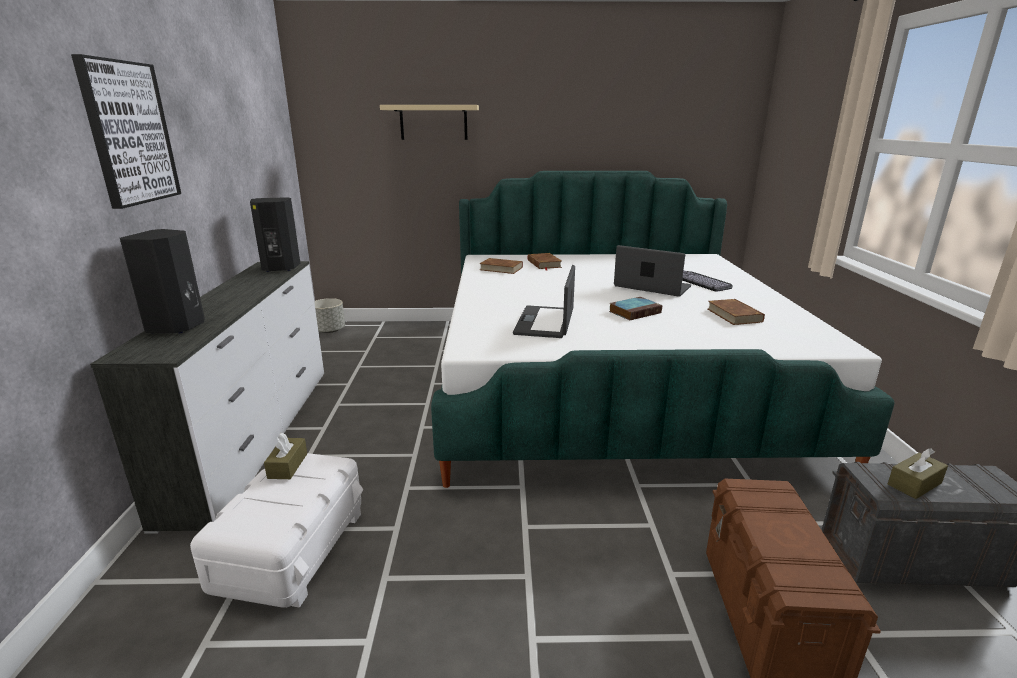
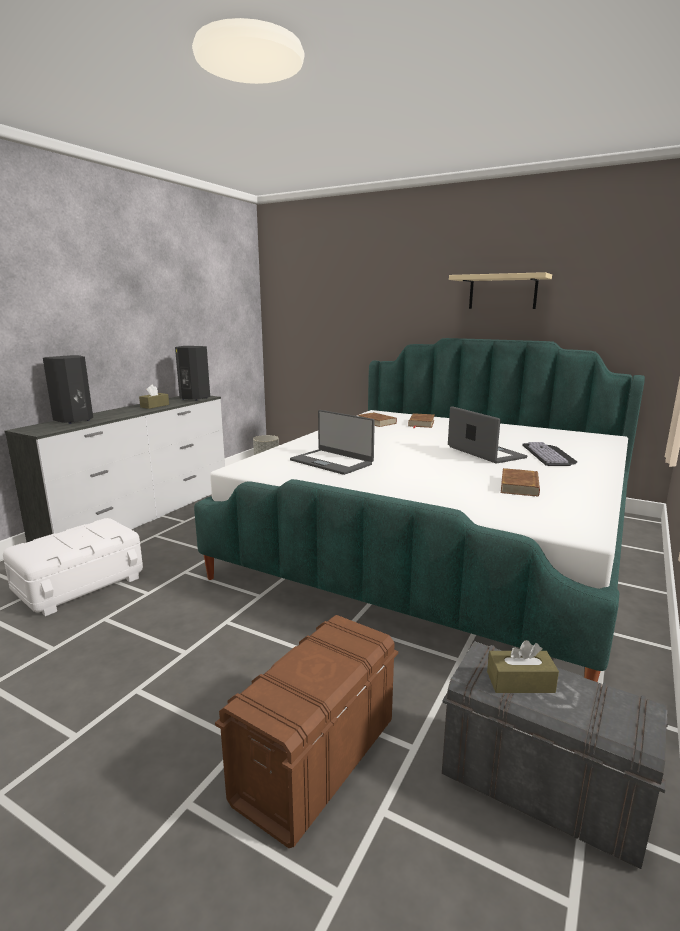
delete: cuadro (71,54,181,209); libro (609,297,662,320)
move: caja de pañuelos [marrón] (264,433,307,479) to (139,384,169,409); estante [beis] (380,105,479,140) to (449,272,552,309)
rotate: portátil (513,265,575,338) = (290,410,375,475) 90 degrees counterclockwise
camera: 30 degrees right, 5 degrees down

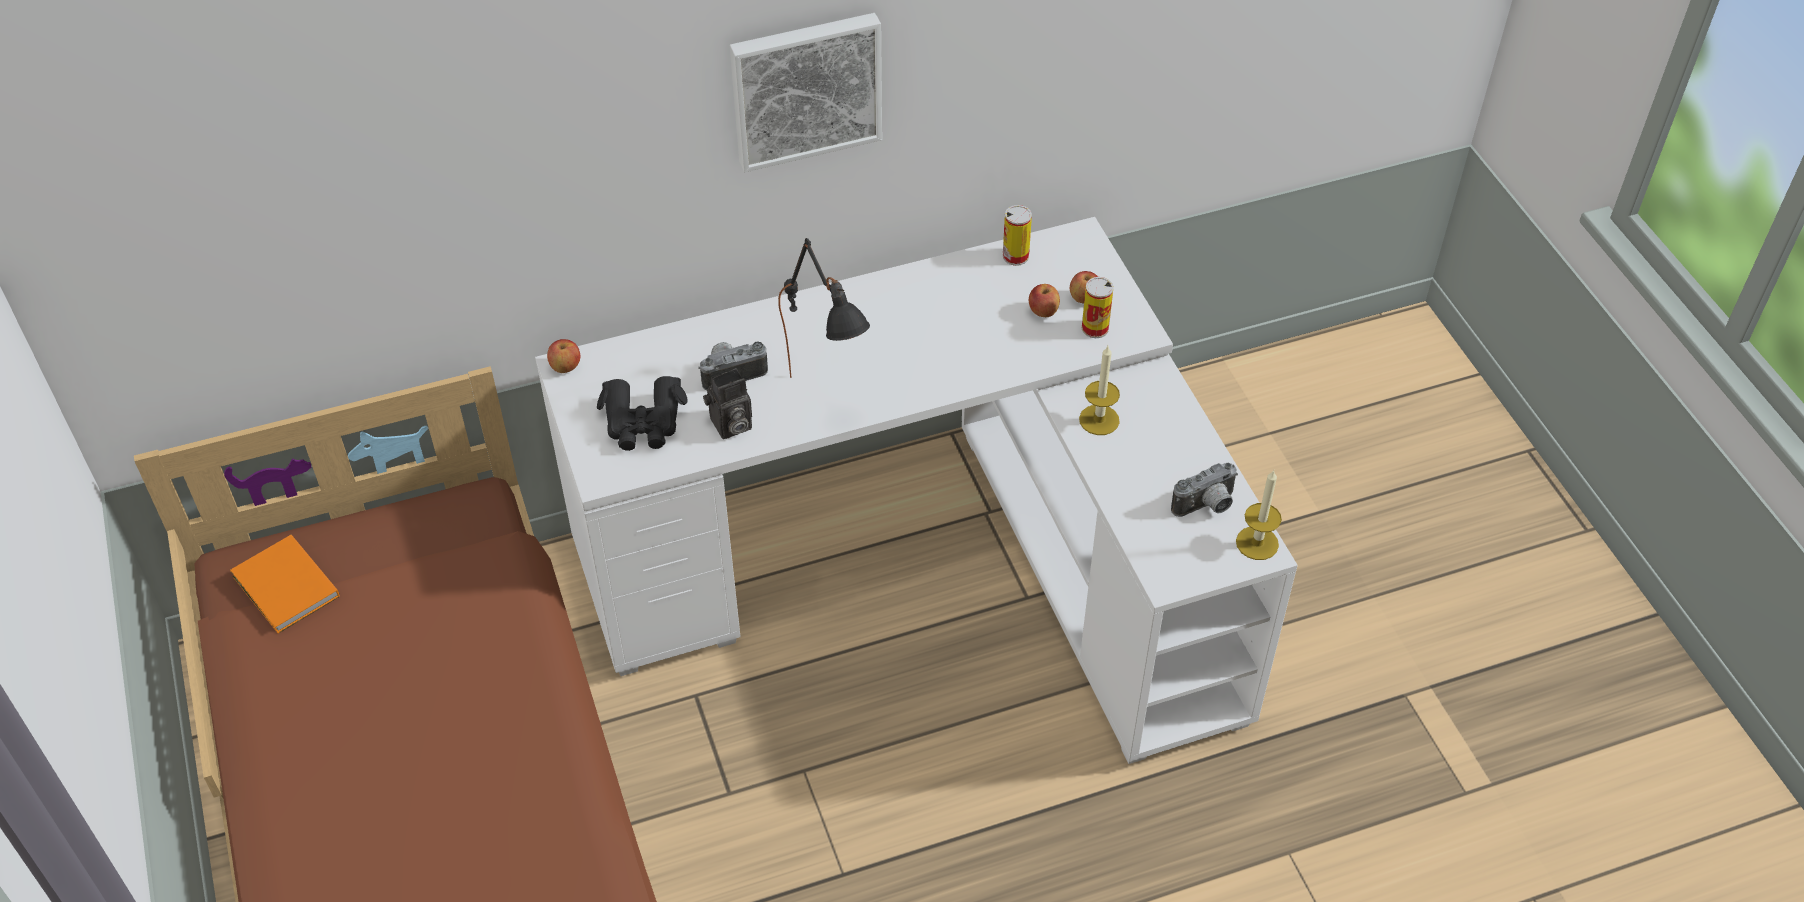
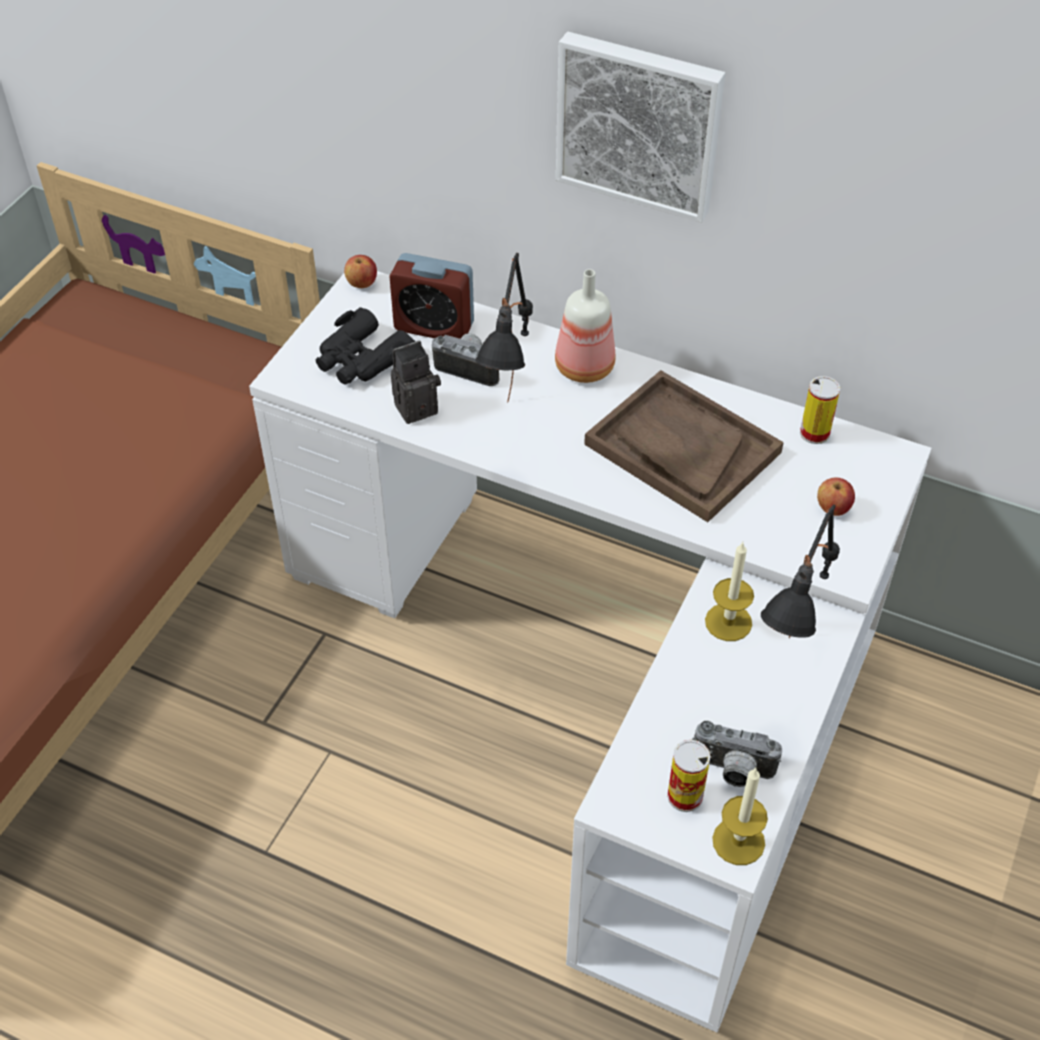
delete: libro [naranja] (230,535,340,634); manzana (1029,284,1060,317)
insert: despertador (390,253,474,339); botella (555,269,615,383); bandeja [marrón] (584,370,784,522); lámpara de mesa [negro] (761,504,840,638)
move: lata (1082,277,1114,338) to (667,740,710,812)
rotate: cámara (703,368,752,439) = (391,341,441,424) 135 degrees clockwise
camera: 45 degrees right, 0 degrees up

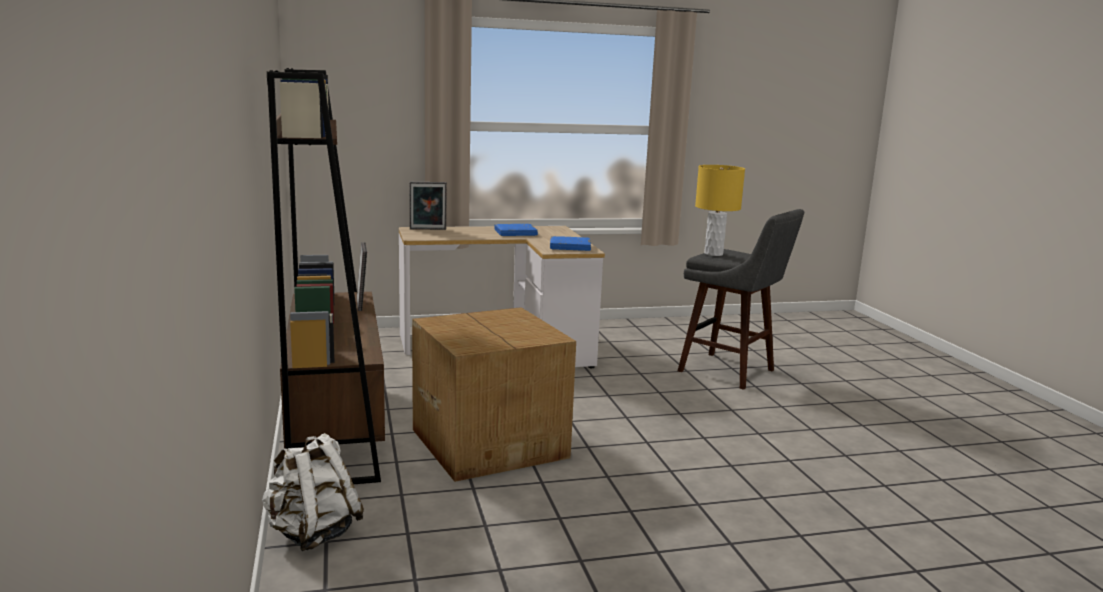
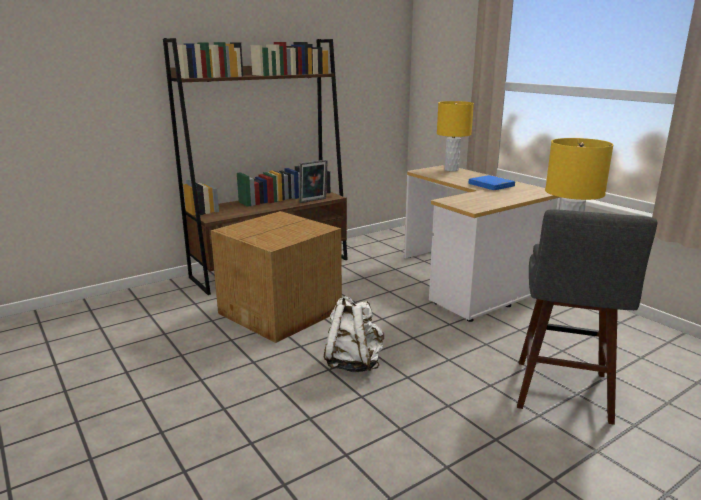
delete: libro [azul] (550,236,591,251)
move: mochila [blanco] (262,433,364,551) to (324,296,384,372)
replace: portarretratos (410,182,447,230) to lámpara de mesa [amarillo] (437,101,474,171)
camera: 70 degrees right, 5 degrees up

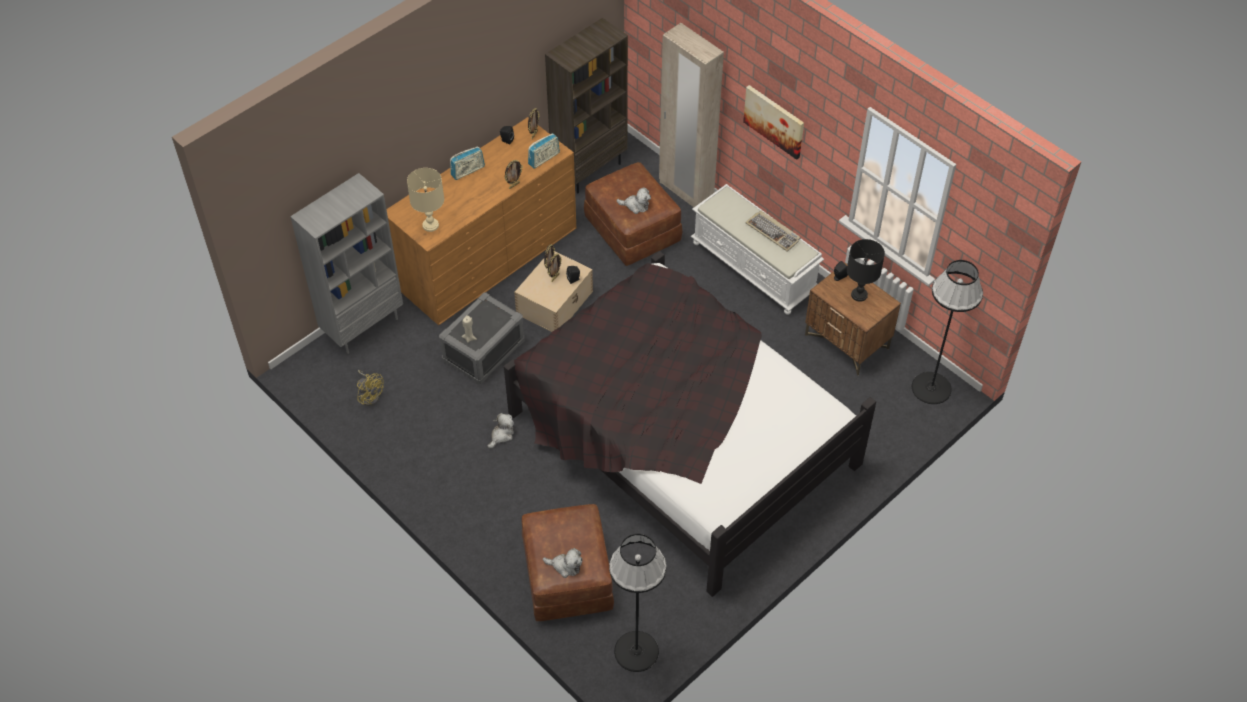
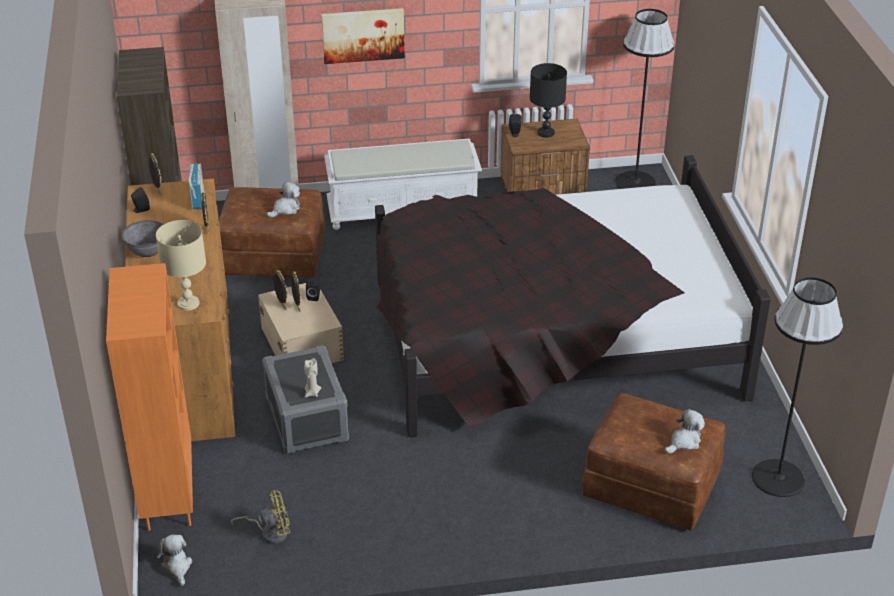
delete: teclado (746,211,800,252)
move: peluche (488,413,514,448) to (157,535,192,586)
replace: radio (450,146,485,180) to cuenco [gris] (121,220,164,257)
recolor: estantería [gris] (290,173,403,354) to estantería [naranja] (106,263,193,531)
camera: 55 degrees left, 15 degrees down

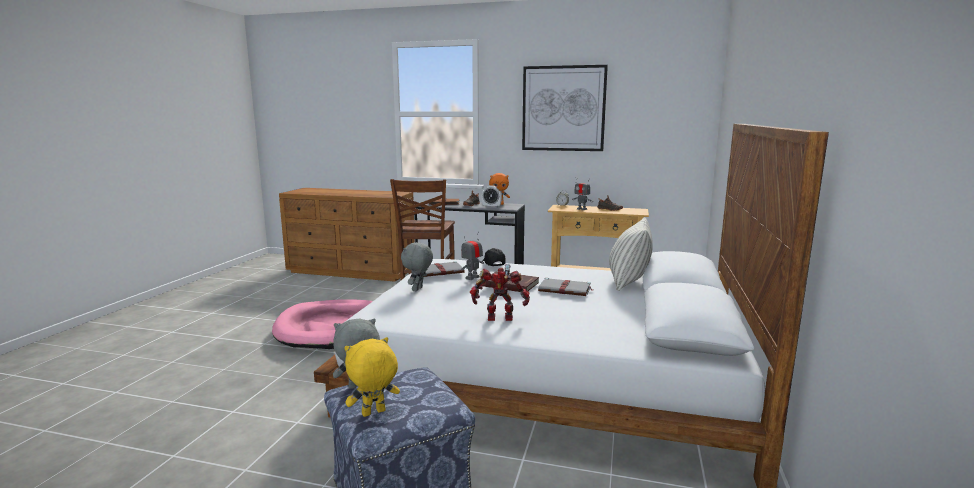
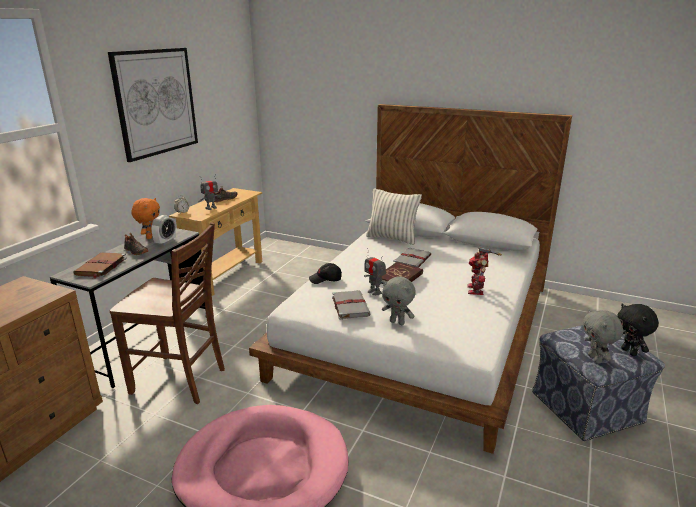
recolor: peluche [amarillo] (344,337,400,417) to peluche [negro] (617,303,659,356)
camera: 80 degrees left, 10 degrees up

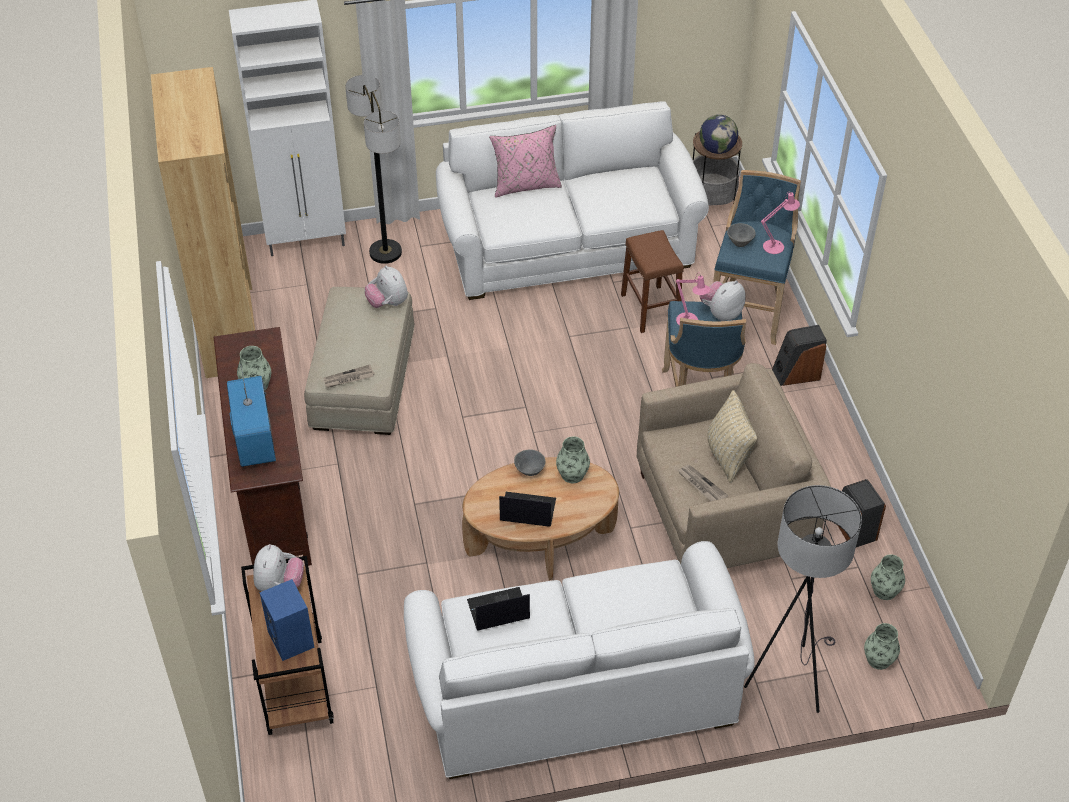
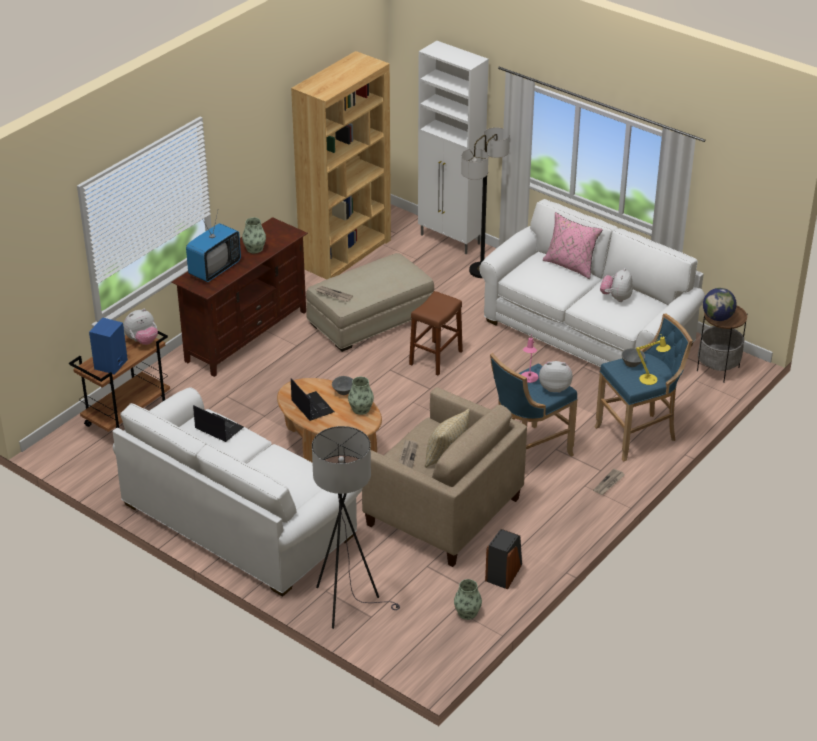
delete: florero (864,623,900,670)
move: taburete [marrón] (621,230,684,333) to (409,291,463,376); peluche (365,266,408,308) to (600,268,633,302)
replace: altavoz (772,325,827,386) to periódico (593,469,624,495)
recolor: lámpara de mesa [rosa] (761,192,800,254) to lámpara de mesa [amarillo] (636,334,670,385)
camera: 50 degrees right, 10 degrees down

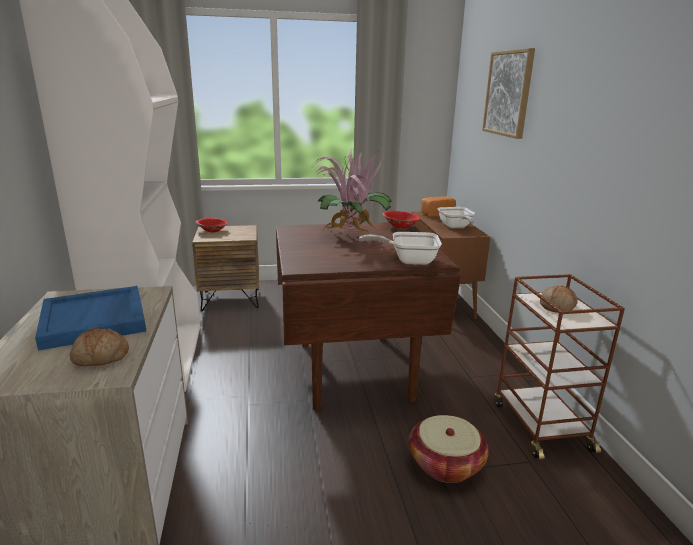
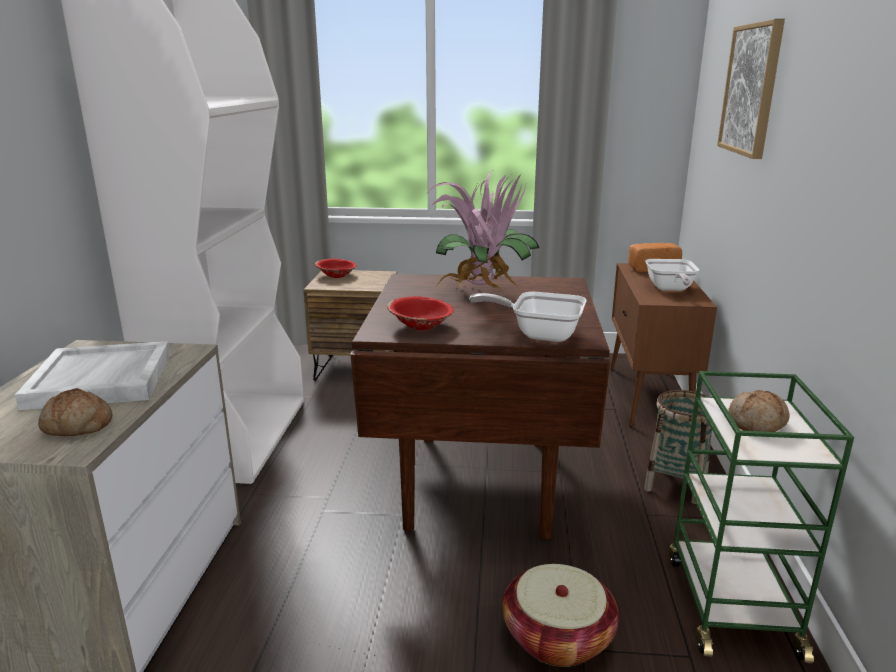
insert: cesta (644,390,712,504)
move: cuenco [rojo] (382,210,421,228) to (387,296,454,330)
recolor: bandeja [azul] (35,286,146,351) to bandeja [blanco] (15,341,170,410); carrito [marrón] (494,274,625,460) to carrito [verde] (669,371,854,663)
camera: 15 degrees right, 0 degrees up

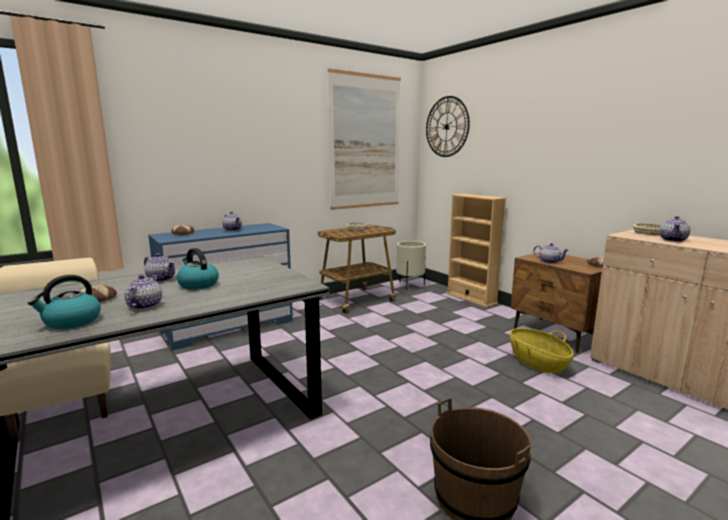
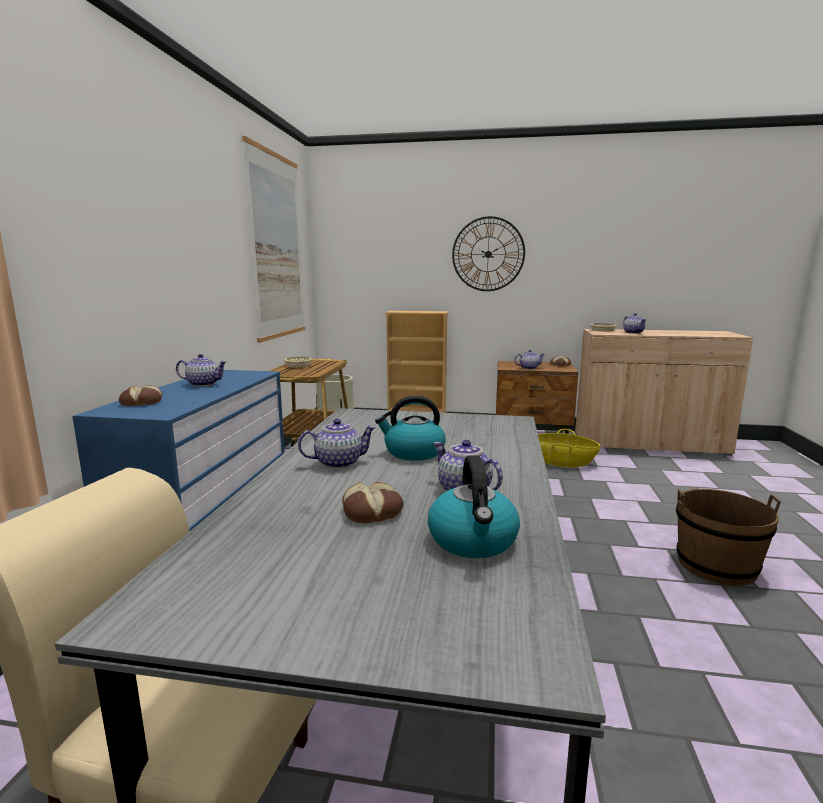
move: reloj de pared (426,96,470,157) to (452,216,525,291)
camera: 45 degrees left, 0 degrees up

